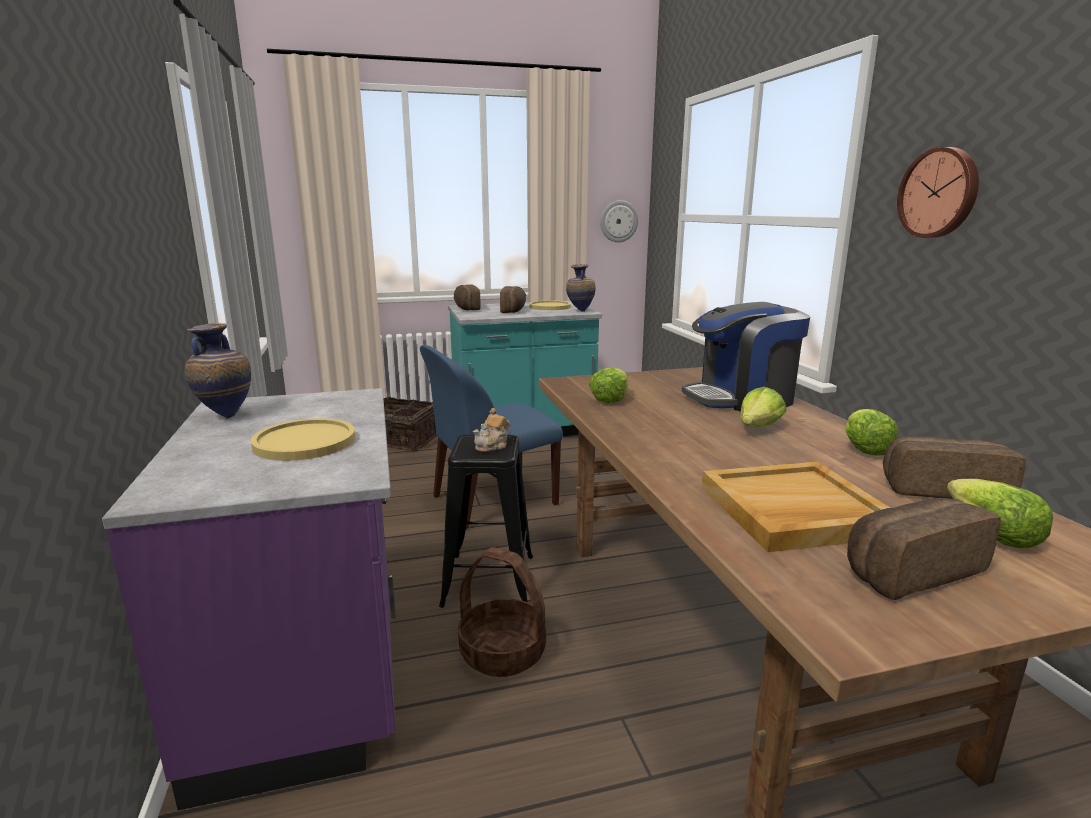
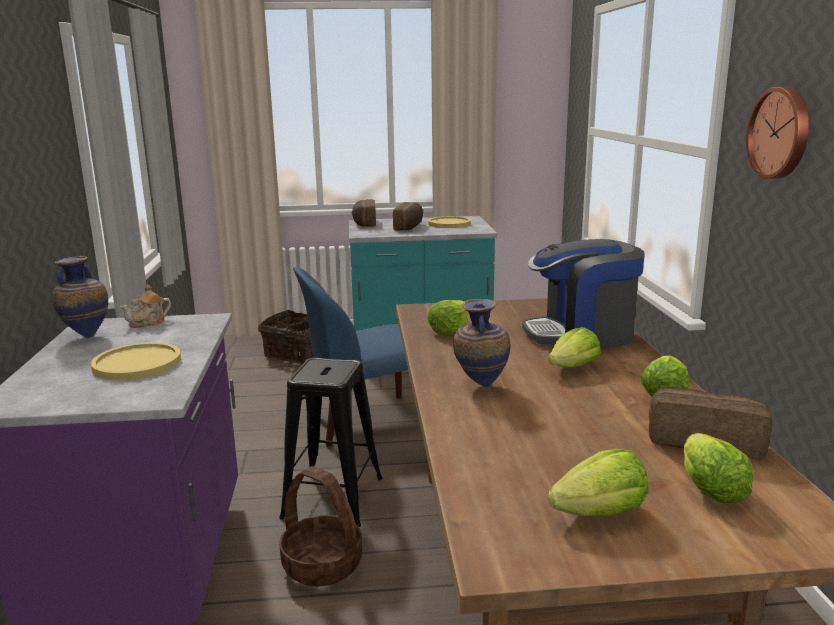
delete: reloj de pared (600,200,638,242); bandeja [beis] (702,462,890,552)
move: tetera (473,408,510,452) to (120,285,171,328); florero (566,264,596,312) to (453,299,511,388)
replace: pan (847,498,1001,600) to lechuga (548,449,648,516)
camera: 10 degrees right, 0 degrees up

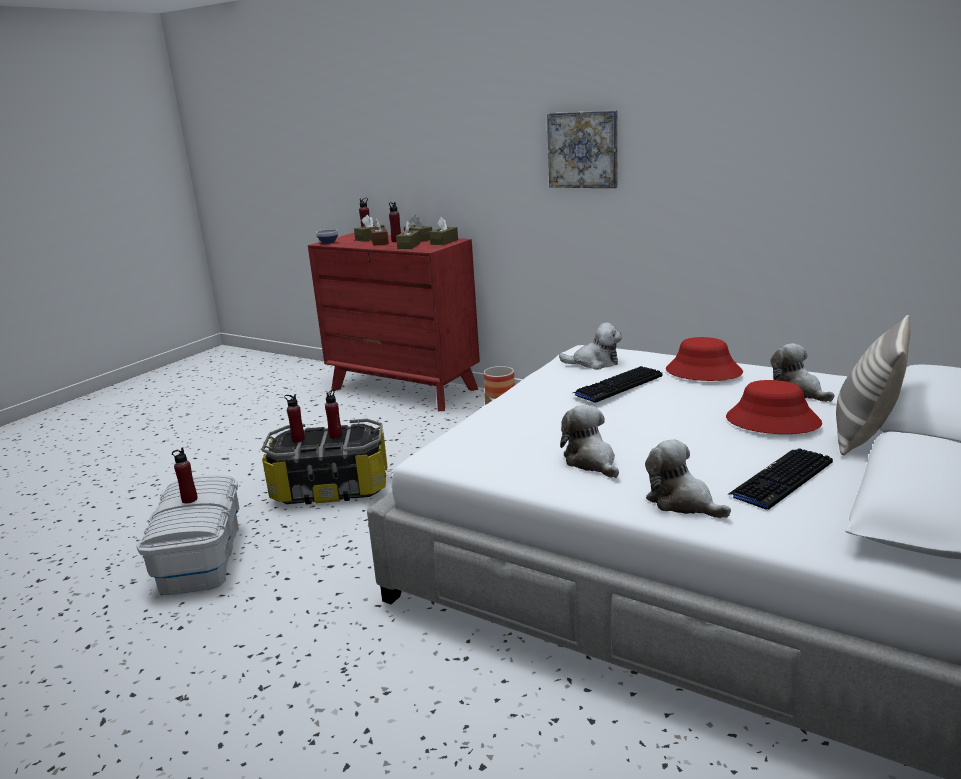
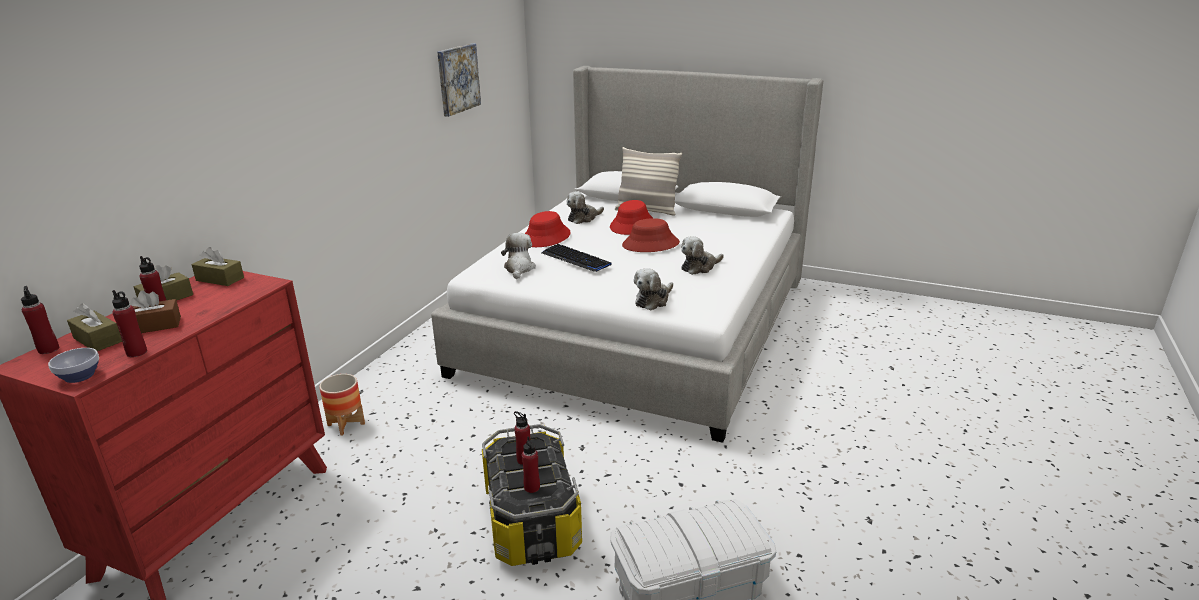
delete: caja de pañuelos [marrón] (396,221,420,249); teclado (728,448,833,510)
insert: sombrero [rojo] (622,218,680,252)
move: botella [rojo] (172,447,198,503) to (112,290,147,357); cuadro (547,110,618,188) to (437,43,481,117); peluche (645,439,731,518) to (634,268,673,310)
camera: 100 degrees left, 5 degrees up

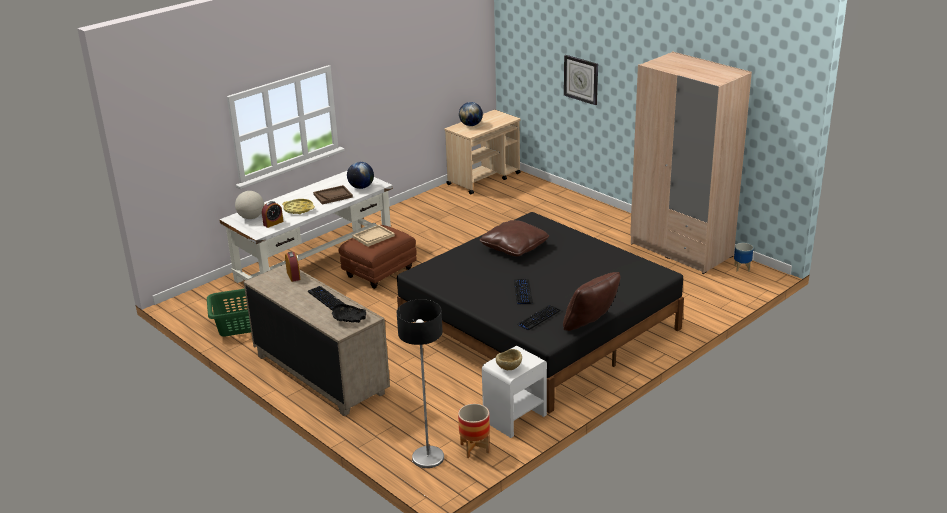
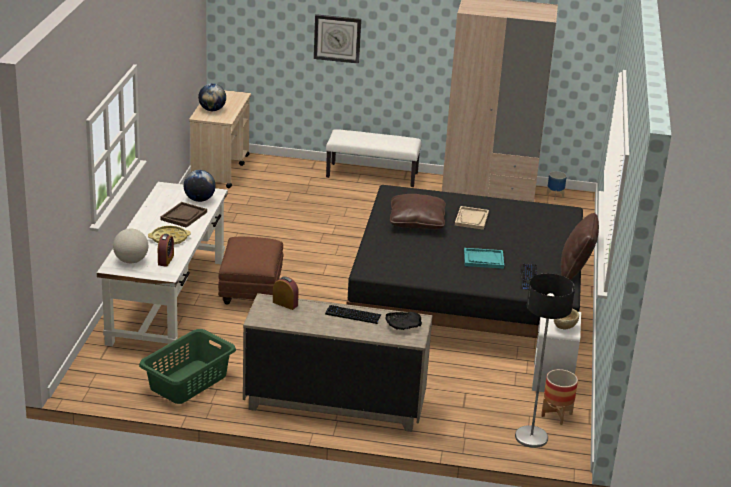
insert: banco [blanco] (326,129,421,187)
move: bandeja [beis] (352,225,395,247) to (455,206,489,230)
replace: teclado (514,279,533,305) to bandeja [turquesa] (464,248,504,269)
camera: 40 degrees left, 0 degrees up

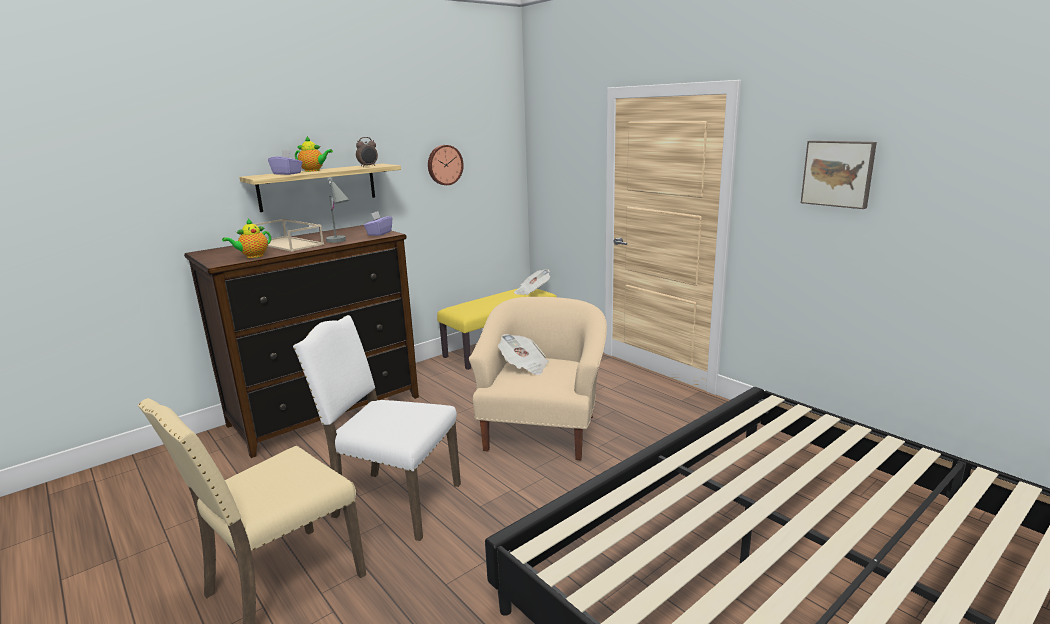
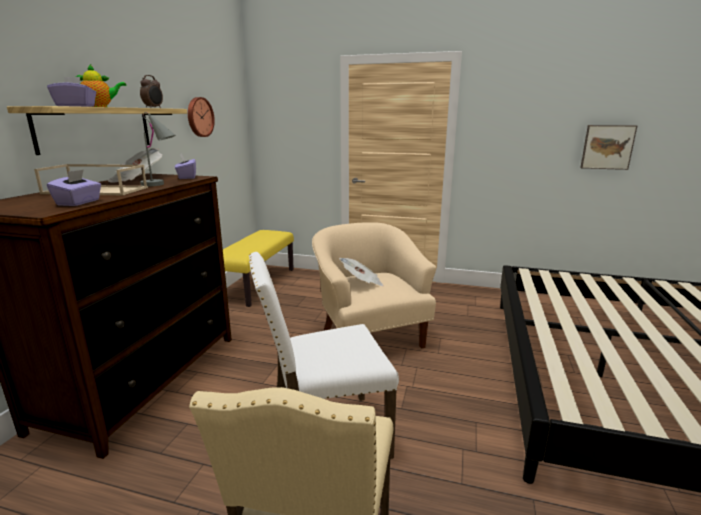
move: periódico (514,269,550,295) to (108,148,162,183); cuadro (801,141,877,209) to (580,125,638,170)
replace: tetera (222,218,271,258) to caja de pañuelos [morado] (47,169,101,206)
camera: 35 degrees left, 0 degrees up

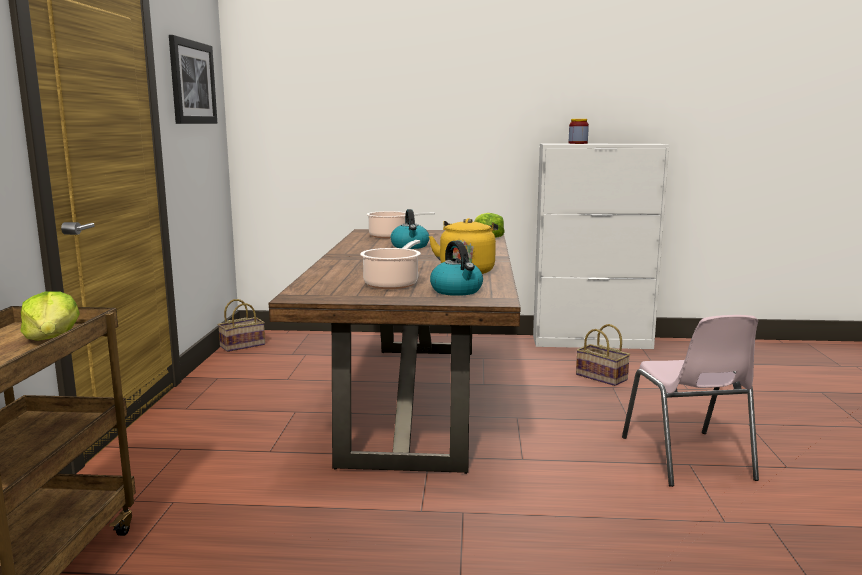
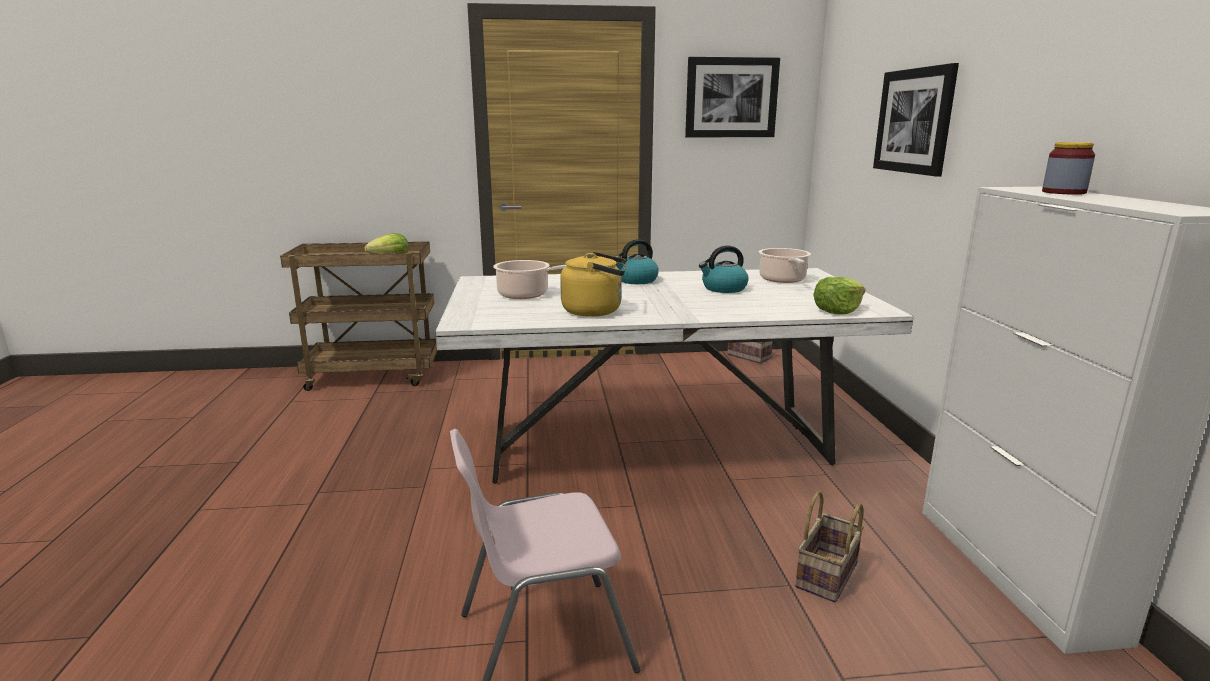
insert: cuadro (873,63,959,177)
move: hervidor (430,241,483,296) to (615,239,659,284)
recolor: mesa de comedor [marrón] (268,229,521,474) to mesa de comedor [blanco] (435,268,914,484)
camera: 80 degrees right, 5 degrees up

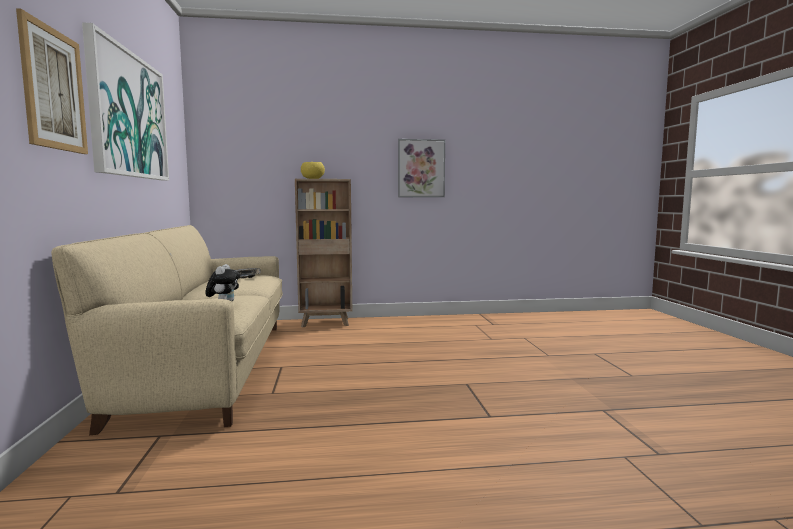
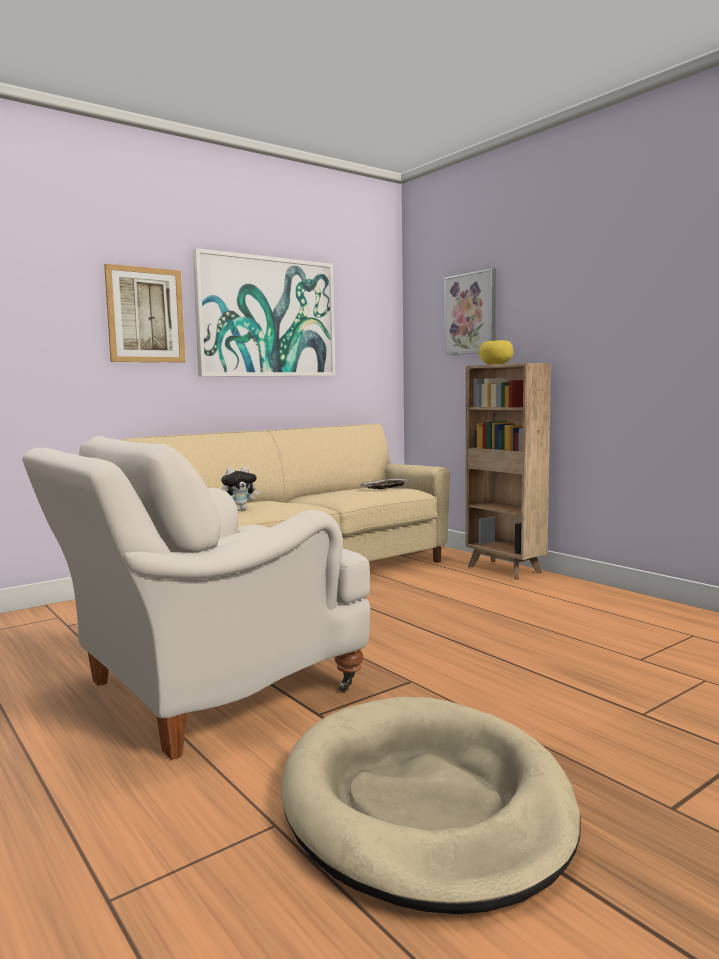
insert: sillón [blanco] (22,436,370,760); cama para perro [beis] (281,697,580,914)
move: cuadro (398,139,445,197) to (445,268,496,355)
camera: 60 degrees right, 0 degrees up

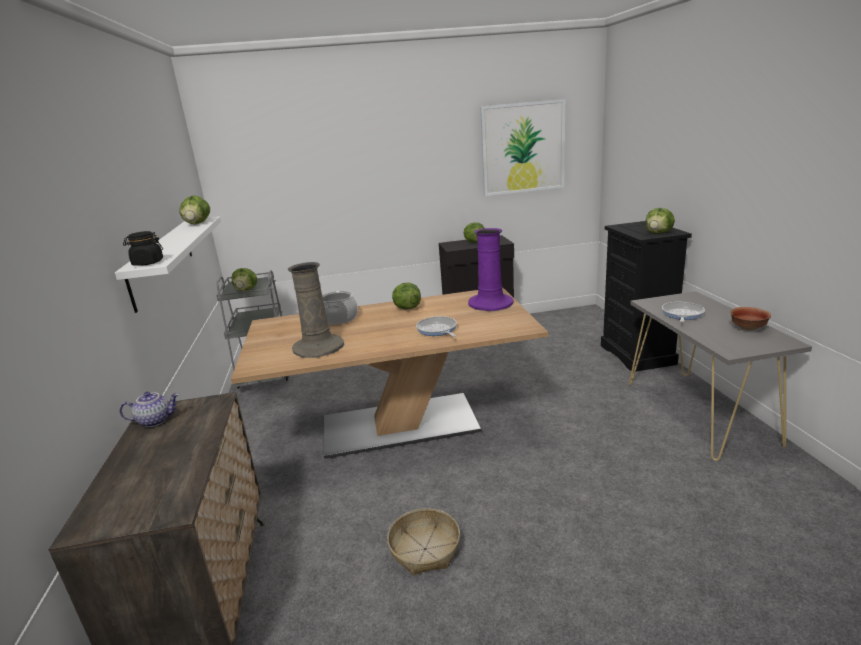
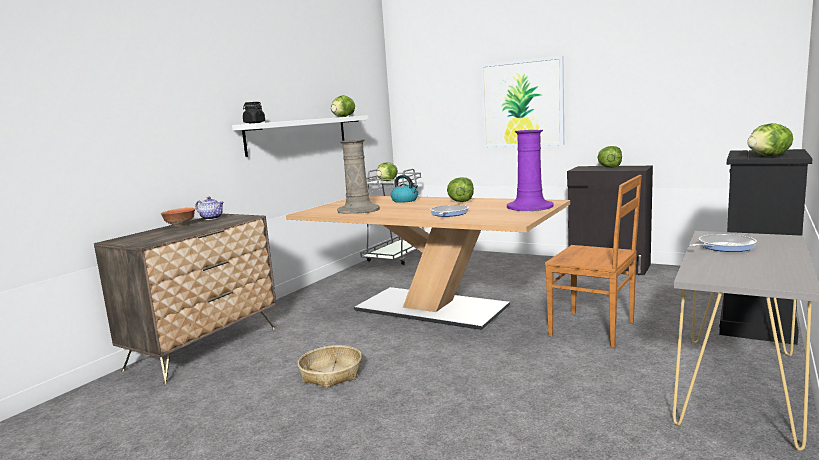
insert: silla [marrón] (545,175,642,348)
move: cuenco (730,307,771,331) to (161,208,195,227); cuadro (480,99,565,196) to (480,56,564,147)
replace: olla (322,291,358,325) to hervidor (391,175,418,203)
camera: 40 degrees right, 10 degrees down

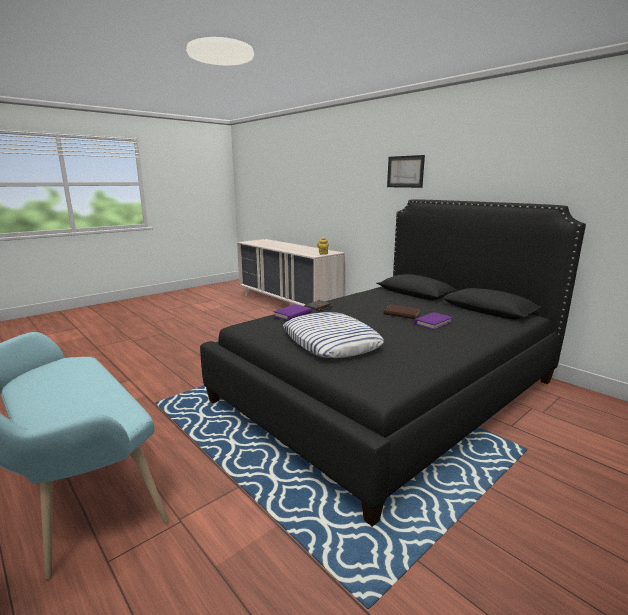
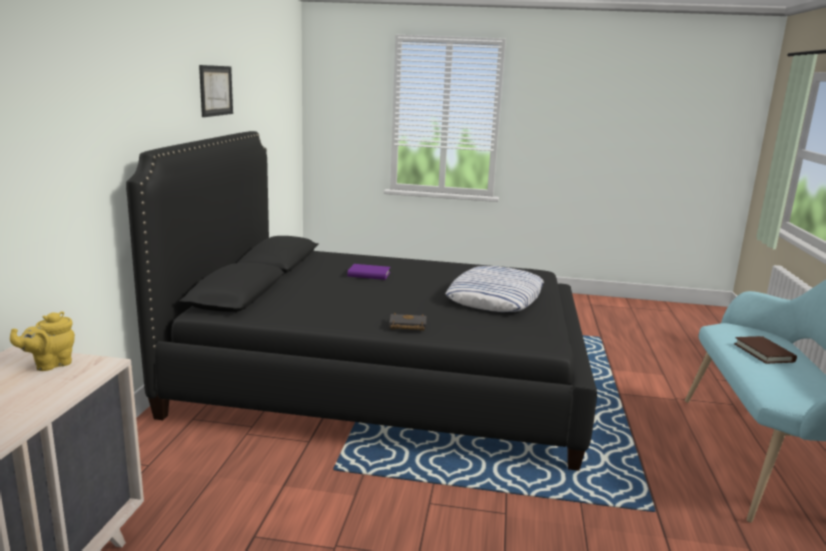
delete: libro [morado] (273,304,311,321)
move: cuadro (387,155,425,188) to (199,65,233,117); libro [marrón] (383,305,421,319) to (734,336,797,364)
camera: 130 degrees left, 0 degrees up

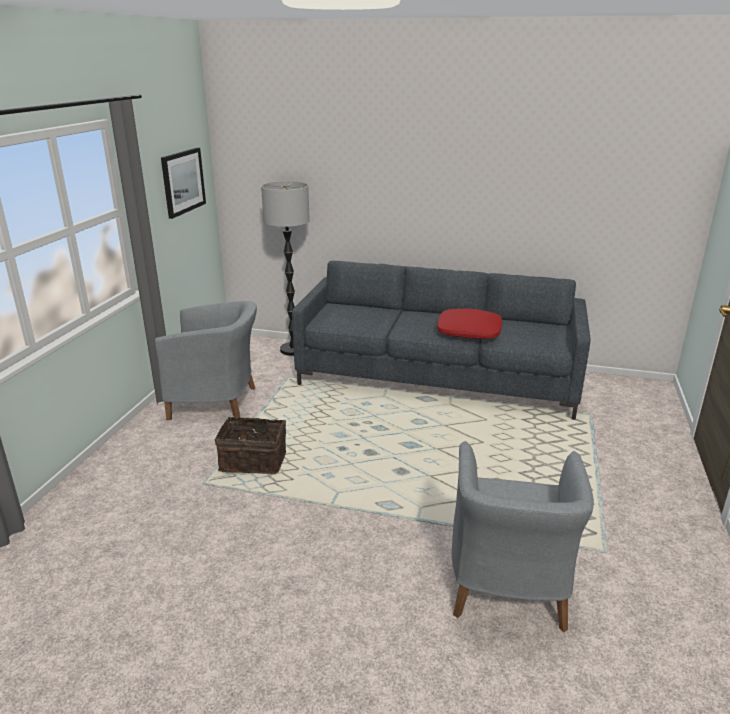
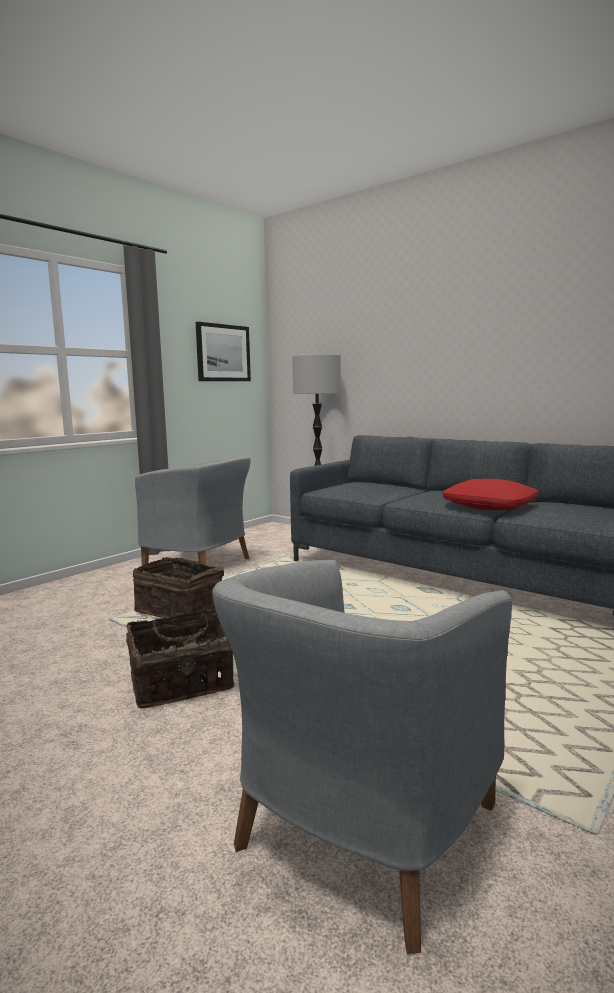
insert: cesta (126,608,234,709)
camera: 25 degrees right, 15 degrees down

